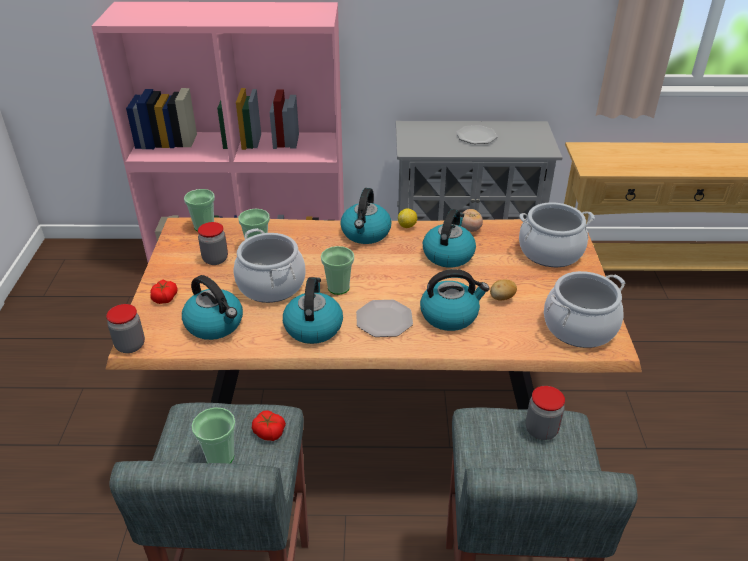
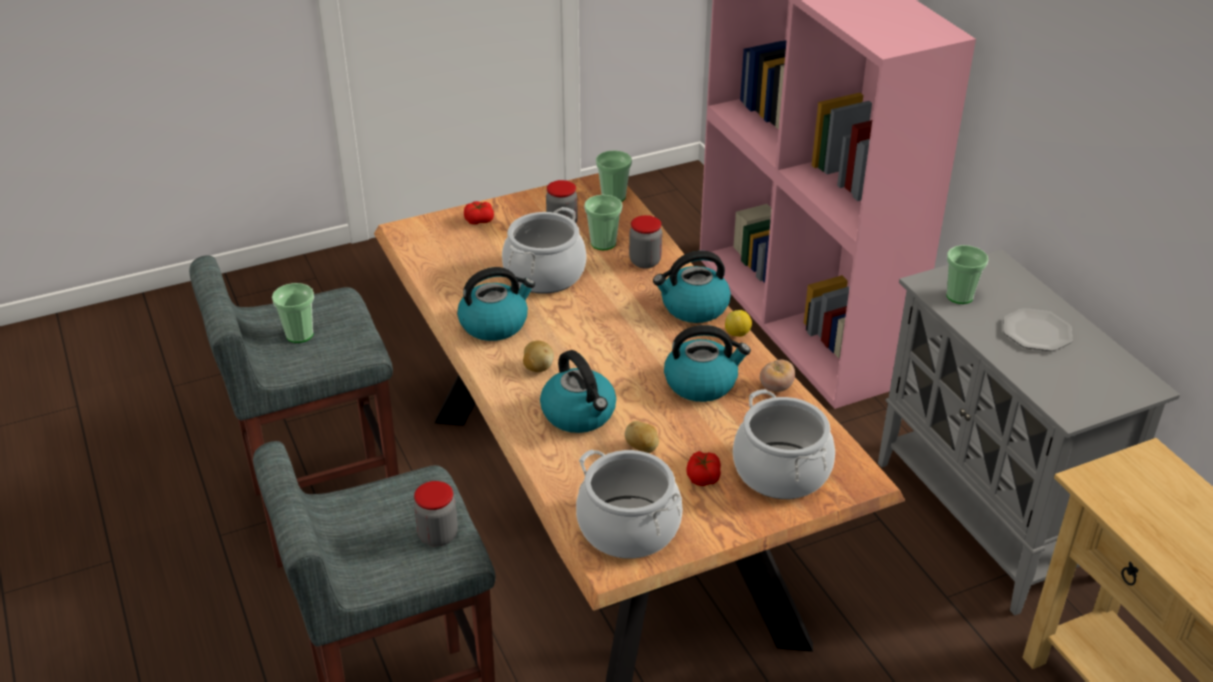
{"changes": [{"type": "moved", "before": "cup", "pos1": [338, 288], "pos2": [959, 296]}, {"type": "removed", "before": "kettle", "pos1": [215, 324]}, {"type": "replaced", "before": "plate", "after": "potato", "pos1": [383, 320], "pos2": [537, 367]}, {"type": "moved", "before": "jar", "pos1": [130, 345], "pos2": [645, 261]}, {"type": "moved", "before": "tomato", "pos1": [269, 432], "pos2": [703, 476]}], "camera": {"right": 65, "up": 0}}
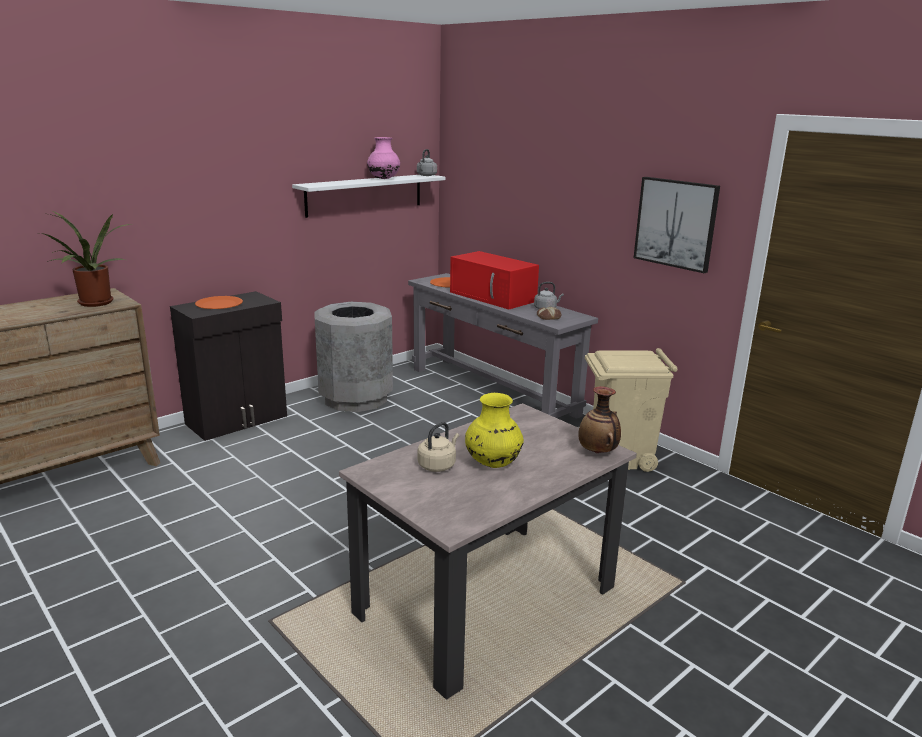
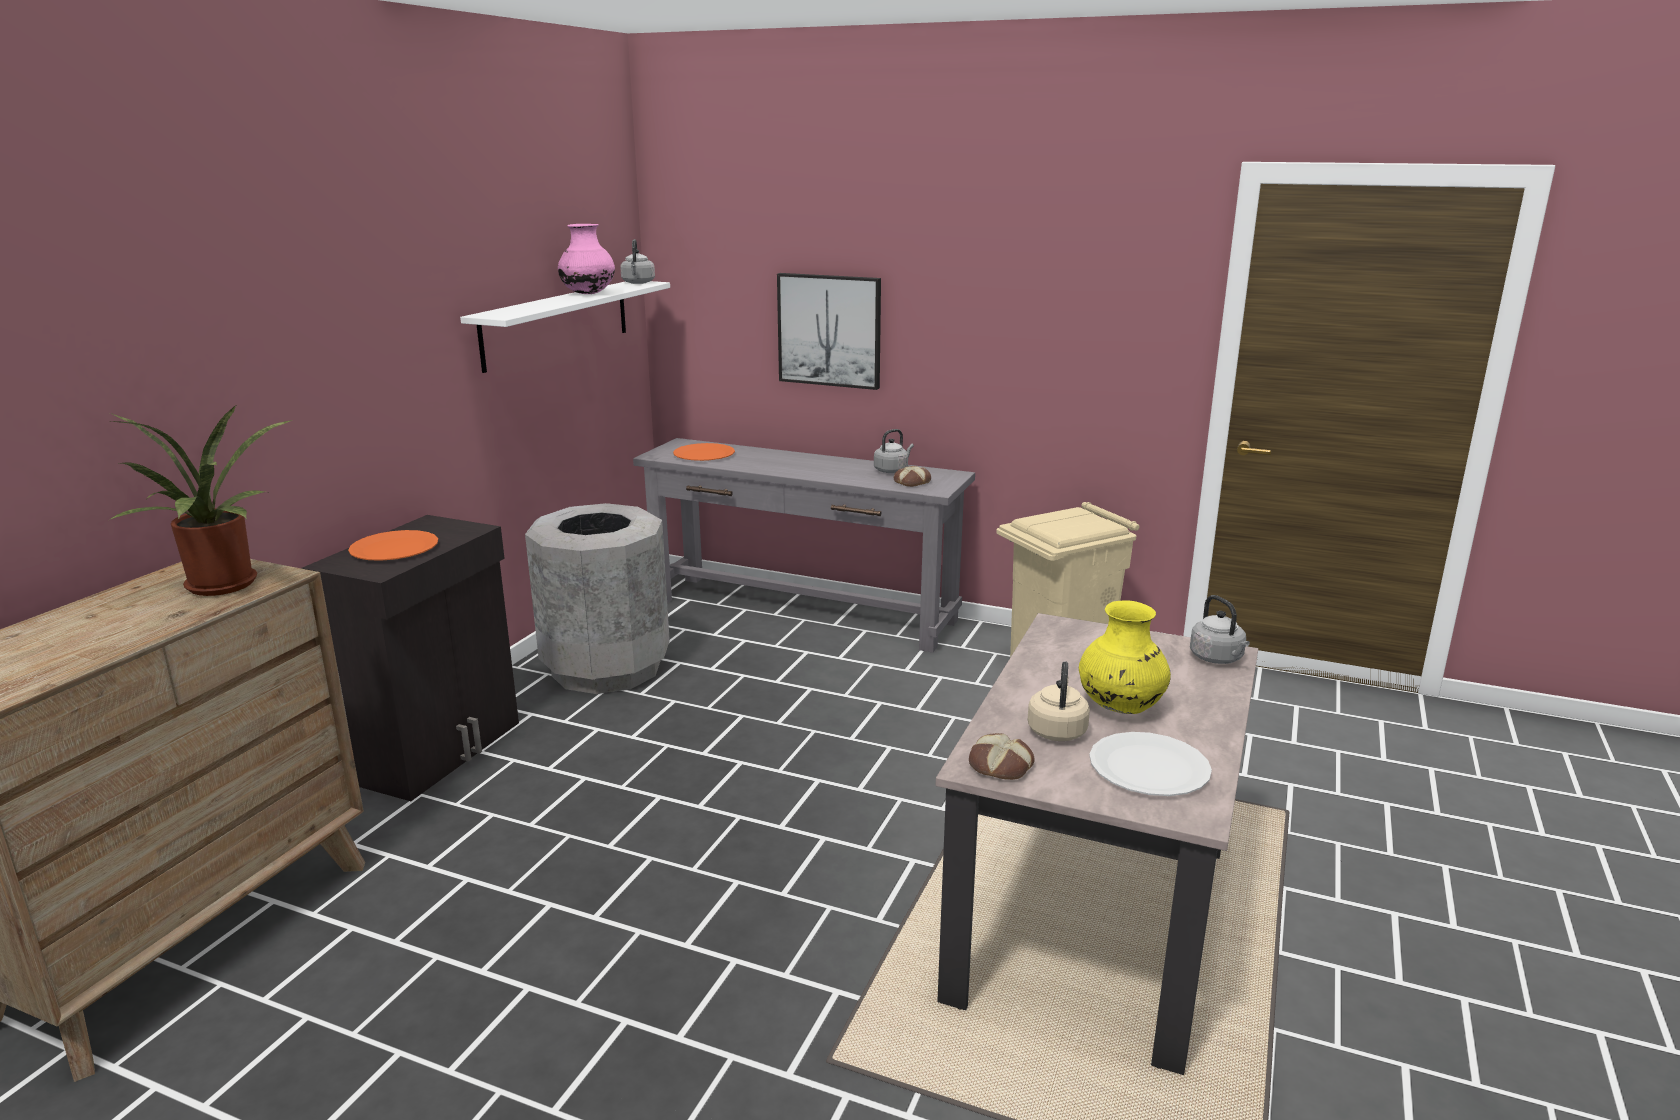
{"changes": [{"type": "moved", "before": "picture", "pos1": [676, 223], "pos2": [830, 330]}, {"type": "removed", "before": "red microwave", "pos1": [493, 297]}, {"type": "replaced", "before": "vase", "after": "grey kettle", "pos1": [598, 452], "pos2": [1218, 659]}, {"type": "added", "after": "white plate", "pos2": [1149, 767]}, {"type": "added", "after": "bread", "pos2": [999, 766]}], "camera": {"right": -25, "up": 0}}
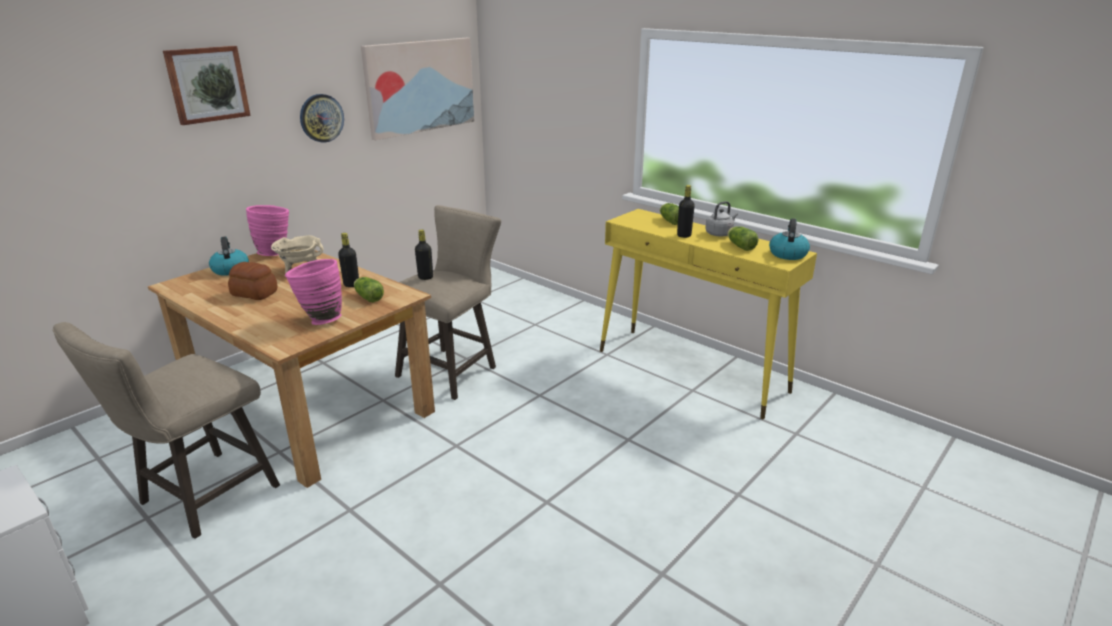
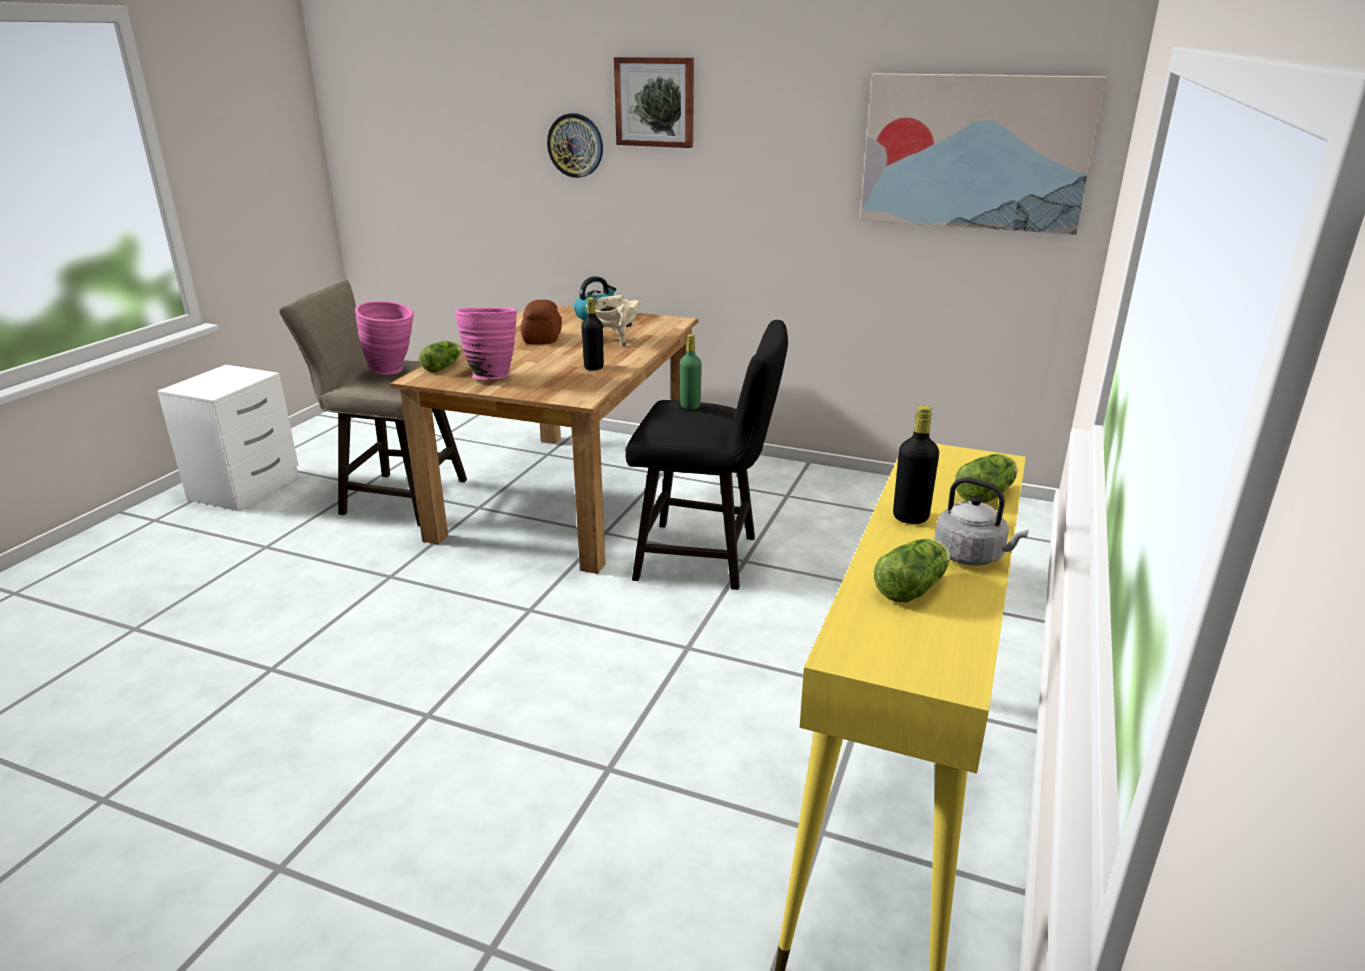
{"changes": [{"type": "moved", "before": "wall clock", "pos1": [321, 118], "pos2": [575, 145]}, {"type": "moved", "before": "pink vase", "pos1": [275, 253], "pos2": [393, 371]}, {"type": "recoloured", "before": "beige stool", "after": "black stool", "pos1": [452, 369], "pos2": [707, 558]}, {"type": "removed", "before": "kettle", "pos1": [787, 254]}, {"type": "recoloured", "before": "black bottle", "after": "green bottle", "pos1": [425, 277], "pos2": [690, 406]}, {"type": "moved", "before": "lettuce", "pos1": [368, 297], "pos2": [444, 367]}], "camera": {"right": 70, "up": 0}}
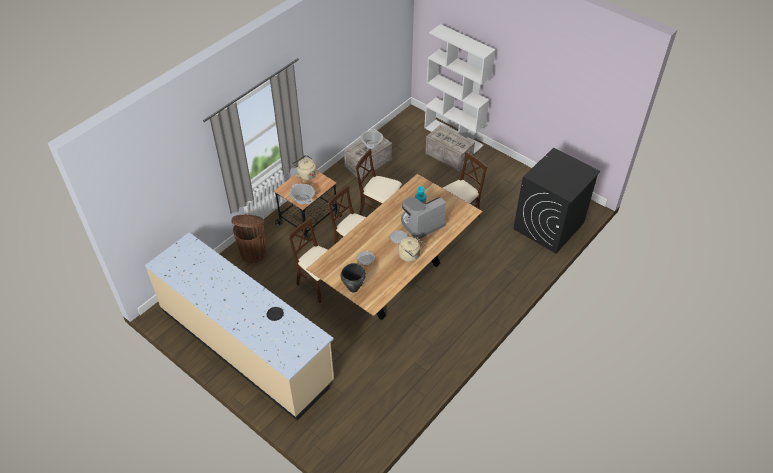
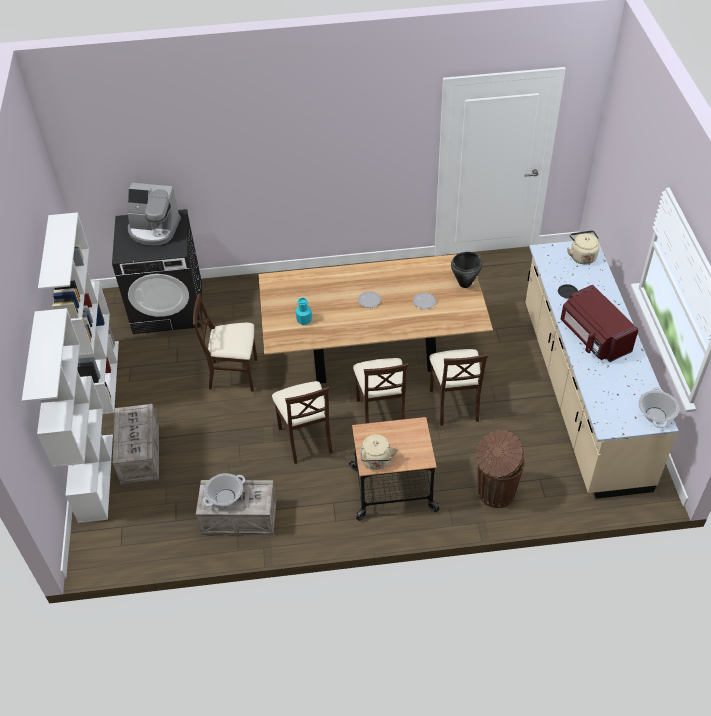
{"changes": [{"type": "moved", "before": "cooking pot", "pos1": [303, 199], "pos2": [655, 415]}, {"type": "moved", "before": "coffee machine", "pos1": [421, 223], "pos2": [154, 229]}, {"type": "moved", "before": "beige kettle", "pos1": [410, 256], "pos2": [582, 256]}, {"type": "added", "after": "white bookcase", "pos2": [102, 377]}, {"type": "added", "after": "red microwave", "pos2": [593, 337]}], "camera": {"right": -135, "up": 0}}
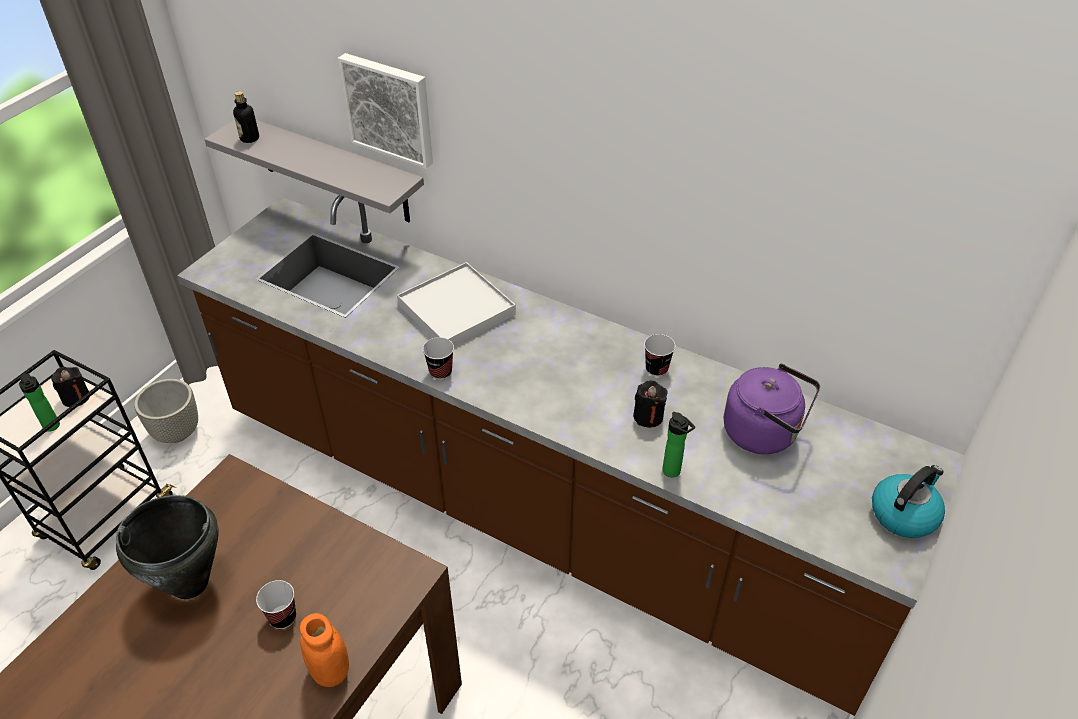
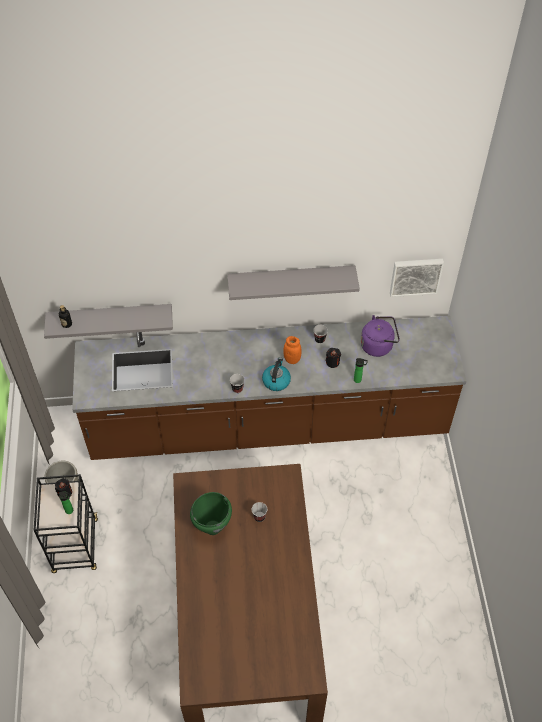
{"changes": [{"type": "moved", "before": "picture", "pos1": [389, 109], "pos2": [415, 276]}, {"type": "removed", "before": "white tray", "pos1": [456, 309]}, {"type": "moved", "before": "kettle", "pos1": [904, 513], "pos2": [276, 381]}, {"type": "recoloured", "before": "black cooking pot", "after": "green cooking pot", "pos1": [190, 584], "pos2": [213, 528]}, {"type": "moved", "before": "orange jar", "pos1": [330, 671], "pos2": [292, 359]}, {"type": "added", "after": "grey shelf", "pos2": [291, 280]}], "camera": {"right": -35, "up": 10}}
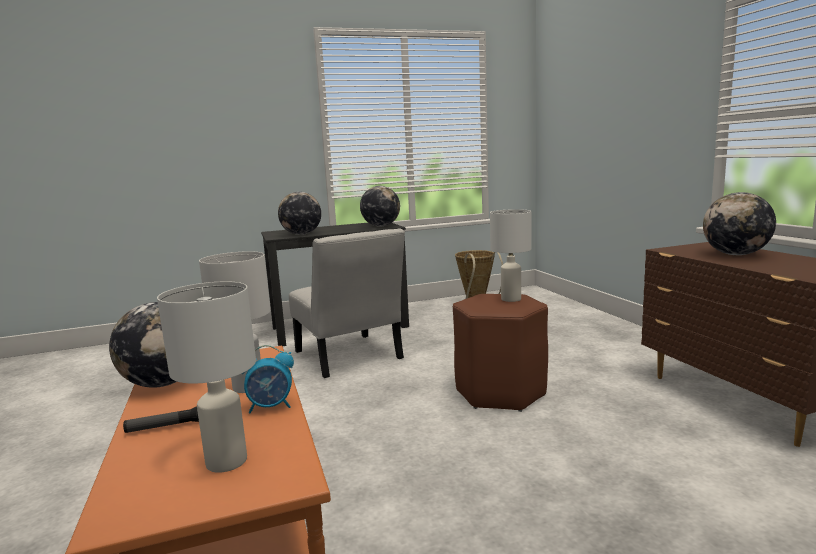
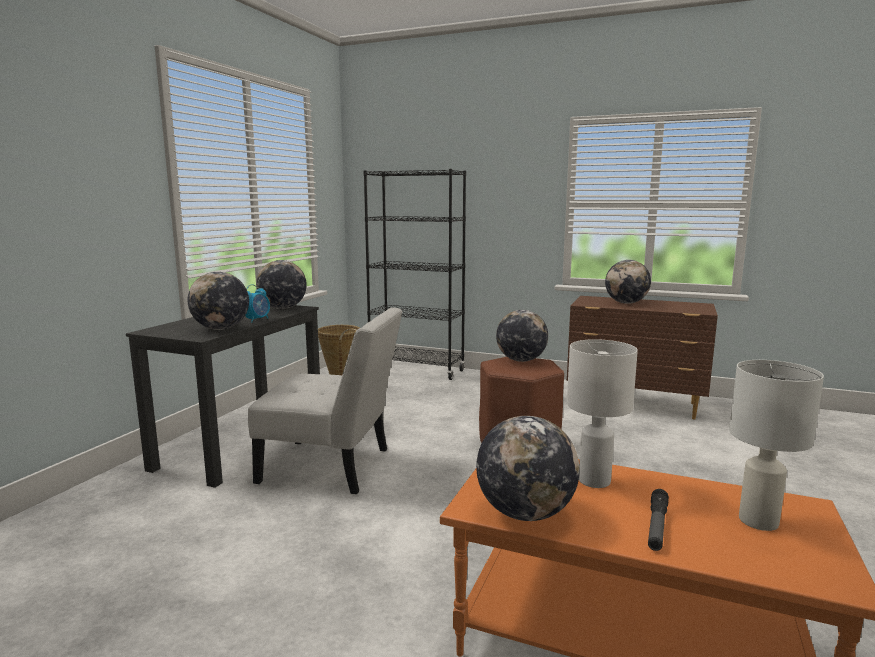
{"changes": [{"type": "replaced", "before": "white table lamp", "after": "globe", "pos1": [511, 299], "pos2": [521, 360]}, {"type": "moved", "before": "alarm clock", "pos1": [271, 407], "pos2": [257, 320]}, {"type": "added", "after": "black bookcase", "pos2": [416, 370]}], "camera": {"right": -50, "up": 0}}
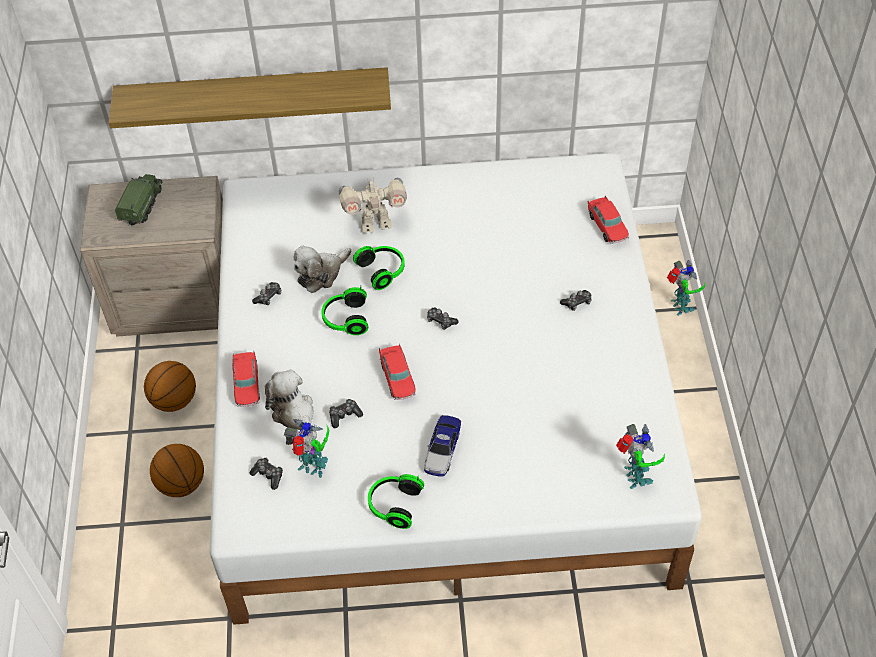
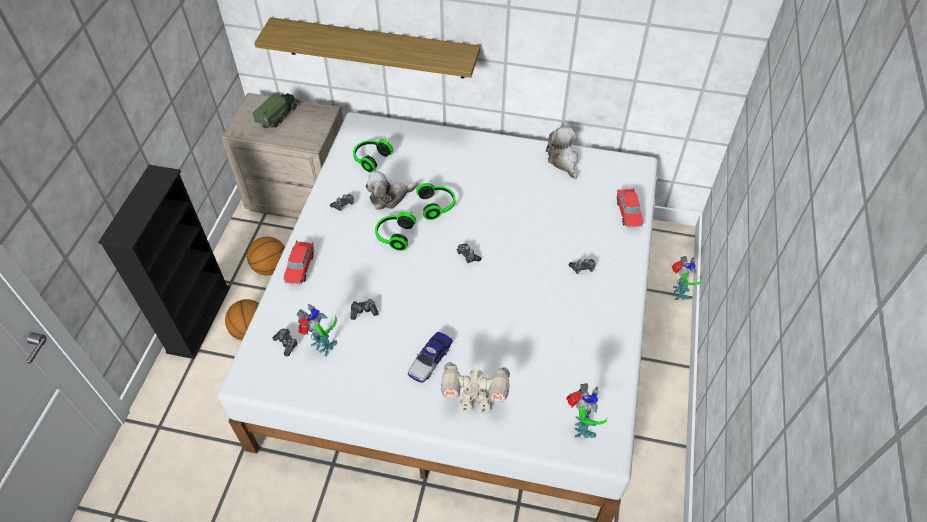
{"changes": [{"type": "moved", "before": "toy robot", "pos1": [375, 223], "pos2": [474, 402]}, {"type": "removed", "before": "toy car", "pos1": [397, 378]}, {"type": "moved", "before": "plush toy", "pos1": [294, 413], "pos2": [563, 161]}, {"type": "moved", "before": "headphones", "pos1": [393, 505], "pos2": [371, 159]}, {"type": "added", "after": "black bookcase", "pos2": [198, 319]}], "camera": {"right": 15, "up": 0}}
